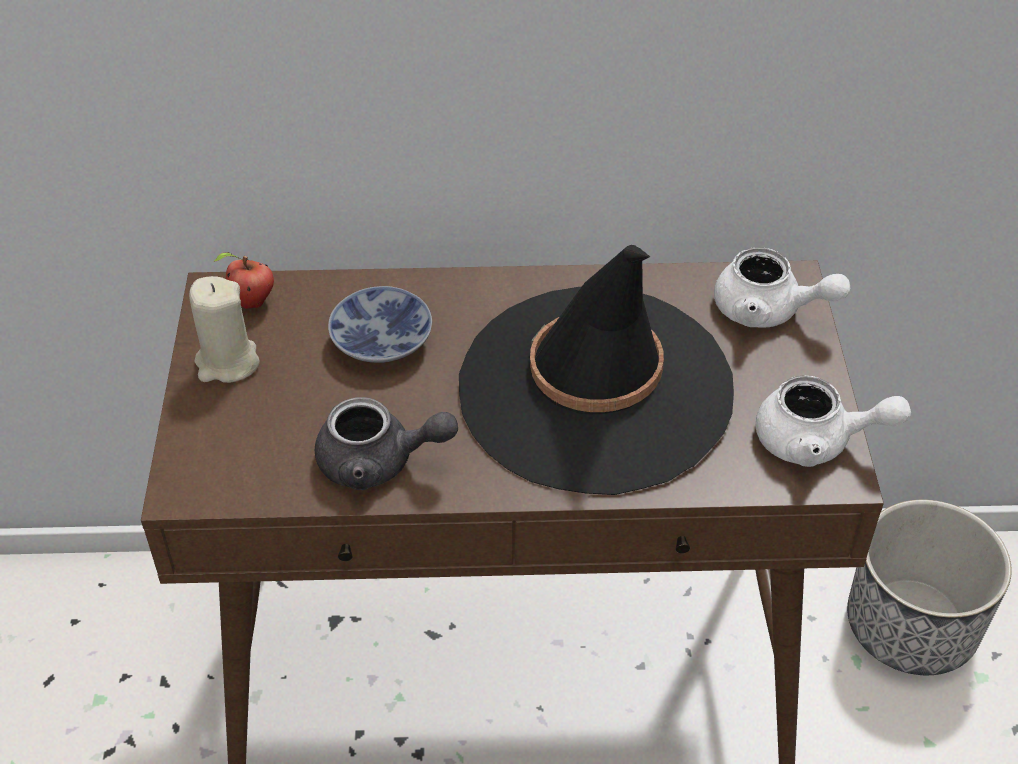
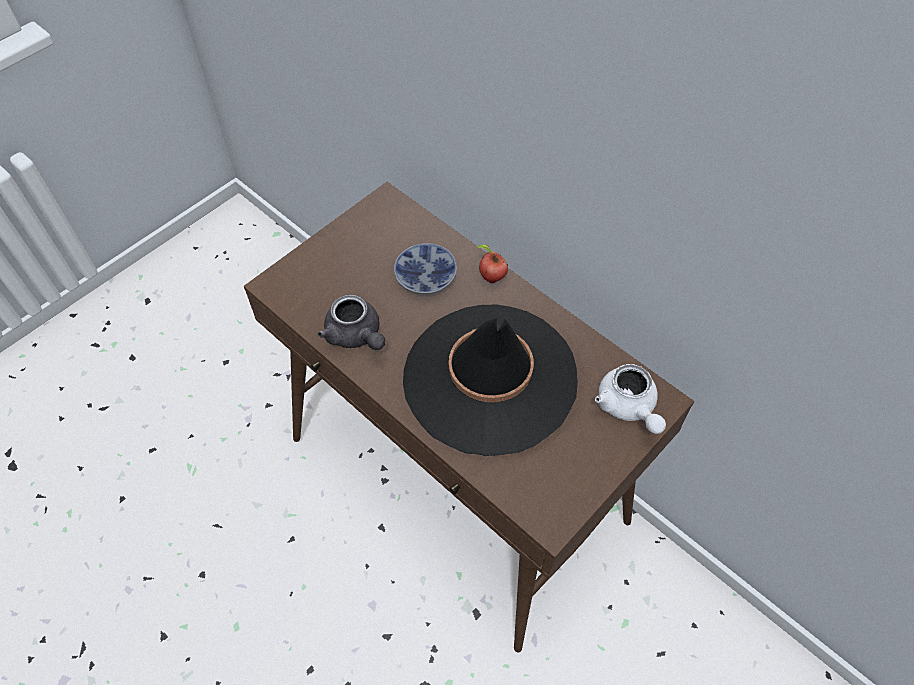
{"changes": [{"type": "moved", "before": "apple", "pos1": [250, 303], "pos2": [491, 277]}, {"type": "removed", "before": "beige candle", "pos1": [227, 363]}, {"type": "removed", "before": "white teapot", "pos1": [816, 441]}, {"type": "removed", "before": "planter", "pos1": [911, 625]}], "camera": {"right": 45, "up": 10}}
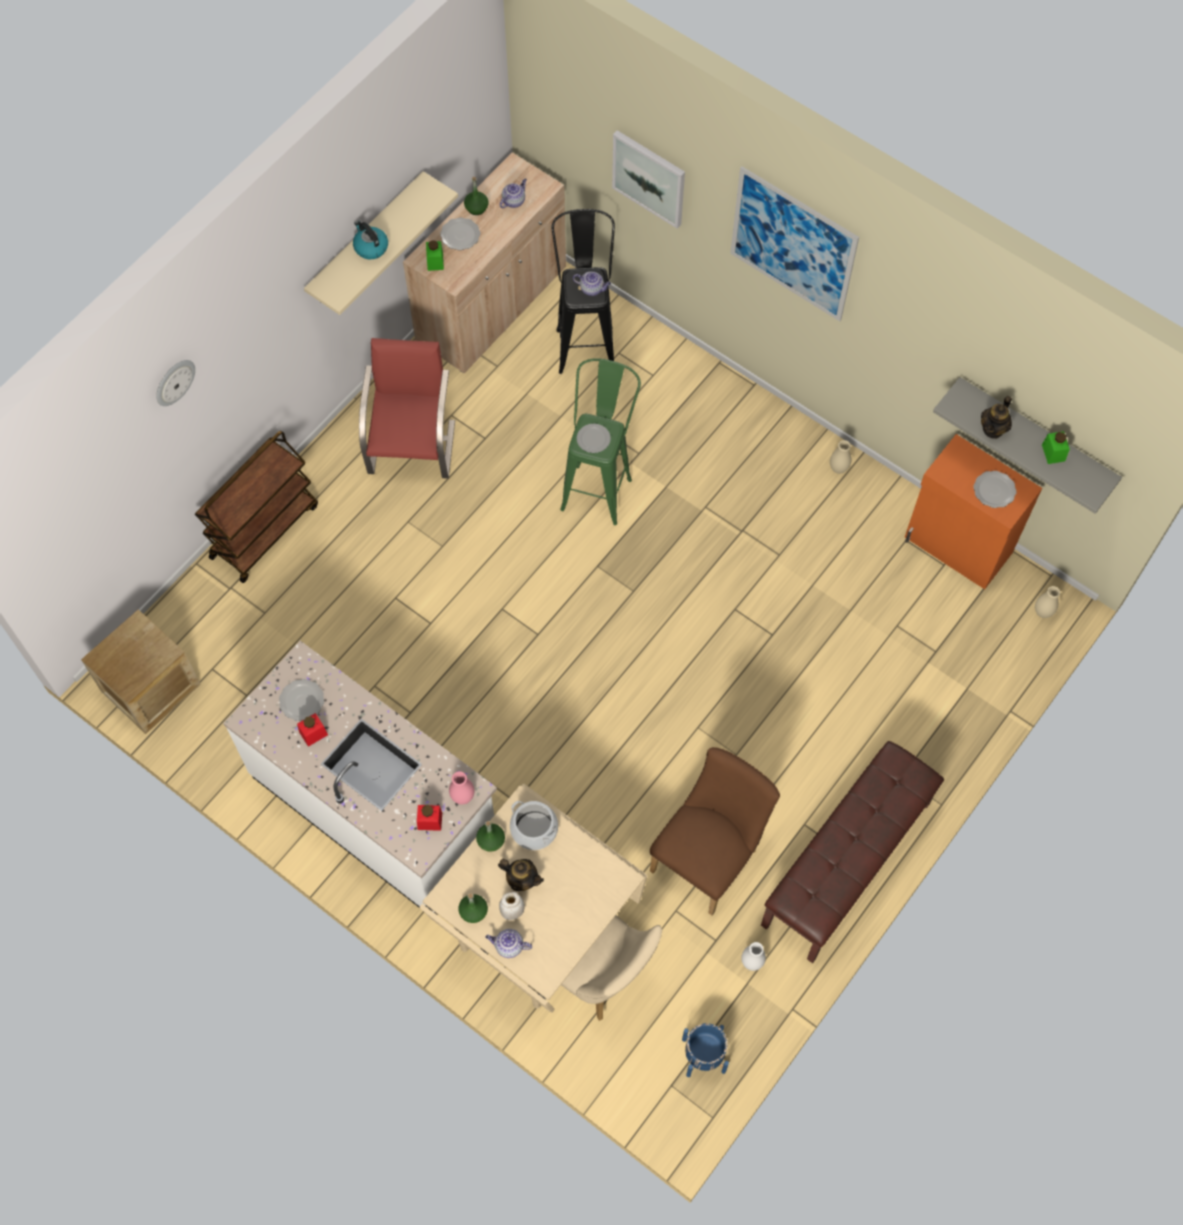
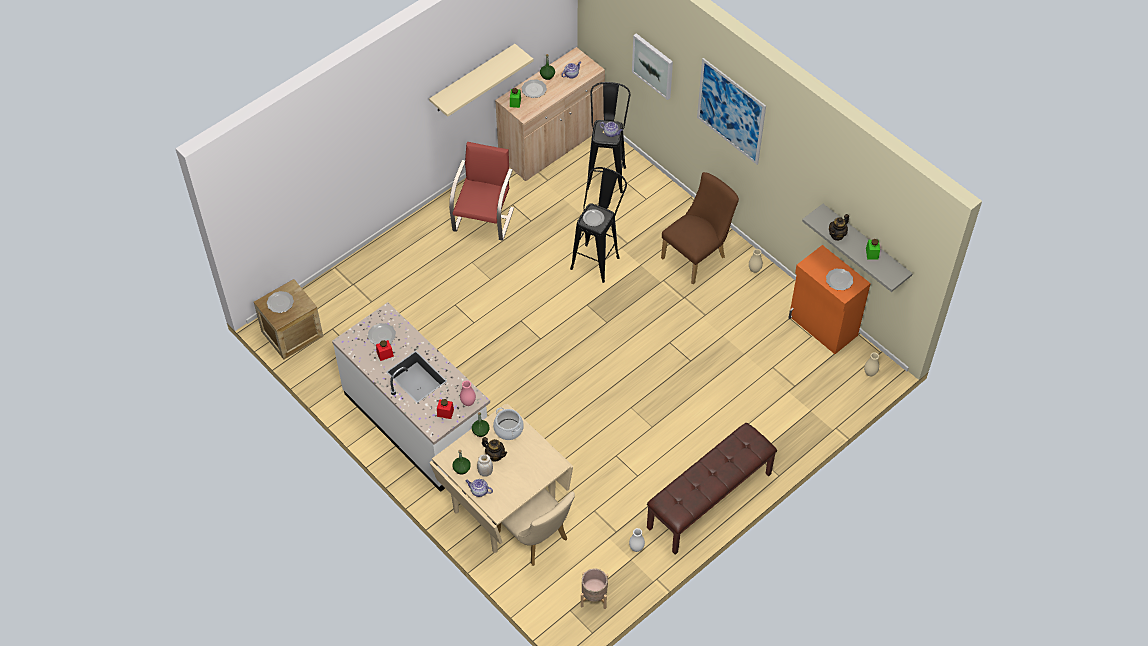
{"changes": [{"type": "removed", "before": "kettle", "pos1": [370, 247]}, {"type": "recoloured", "before": "green stool", "after": "black stool", "pos1": [599, 485], "pos2": [598, 258]}, {"type": "removed", "before": "wall clock", "pos1": [174, 382]}, {"type": "removed", "before": "brown cart", "pos1": [264, 530]}, {"type": "moved", "before": "brown chair", "pos1": [709, 855], "pos2": [697, 256]}, {"type": "recoloured", "before": "blue planter", "after": "beige planter", "pos1": [704, 1055], "pos2": [594, 596]}, {"type": "added", "after": "plate", "pos2": [280, 303]}], "camera": {"right": 10, "up": -10}}
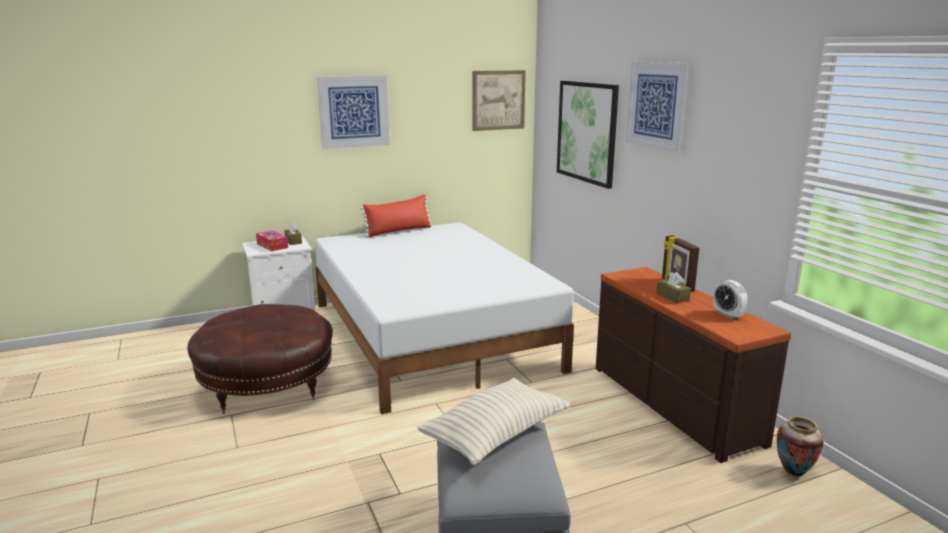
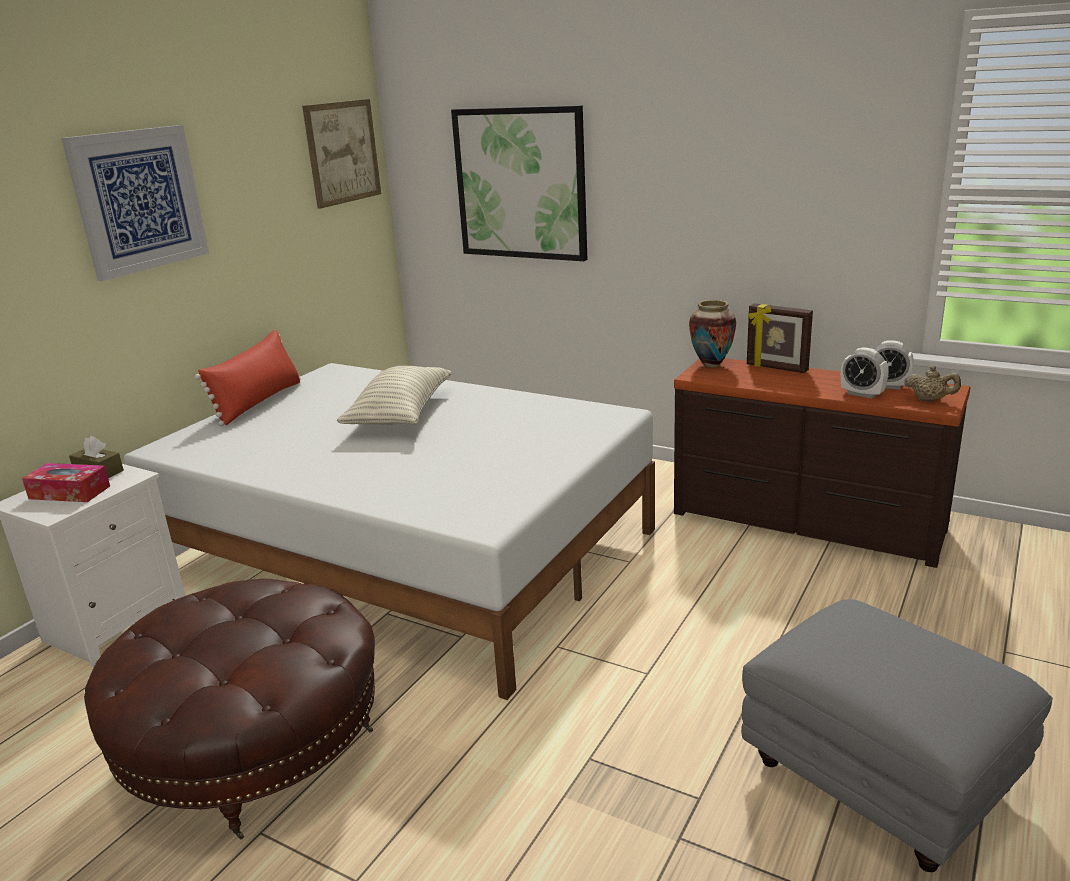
{"changes": [{"type": "removed", "before": "picture", "pos1": [657, 105]}, {"type": "removed", "before": "brown tissue box", "pos1": [672, 297]}, {"type": "moved", "before": "pillow", "pos1": [496, 435], "pos2": [400, 414]}, {"type": "moved", "before": "vase", "pos1": [793, 473], "pos2": [711, 365]}, {"type": "added", "after": "alarm clock", "pos2": [862, 394]}, {"type": "added", "after": "beige teapot", "pos2": [929, 400]}], "camera": {"right": -35, "up": 5}}
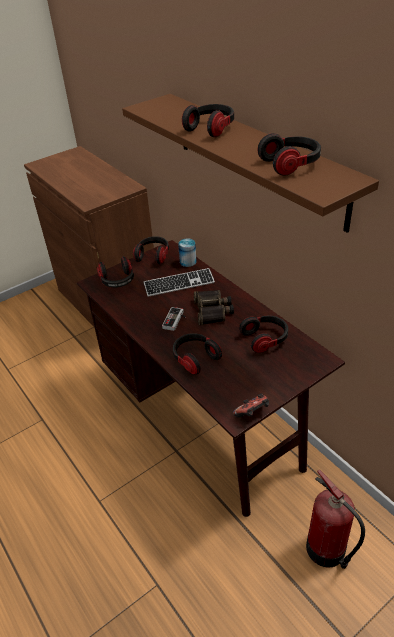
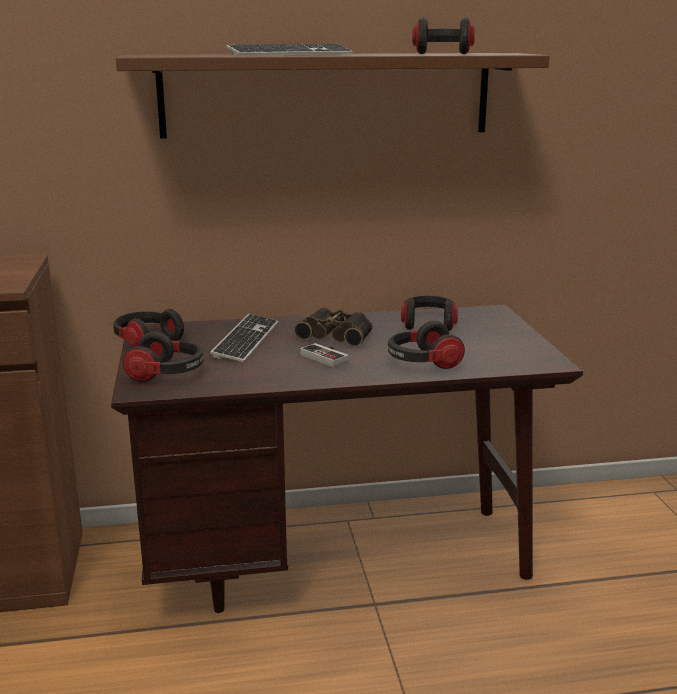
{"changes": [{"type": "replaced", "before": "headphones", "after": "keyboard", "pos1": [211, 129], "pos2": [290, 54]}, {"type": "removed", "before": "can", "pos1": [188, 262]}, {"type": "removed", "before": "game controller", "pos1": [252, 413]}, {"type": "removed", "before": "fire extinguisher", "pos1": [327, 550]}], "camera": {"right": -65, "up": -20}}
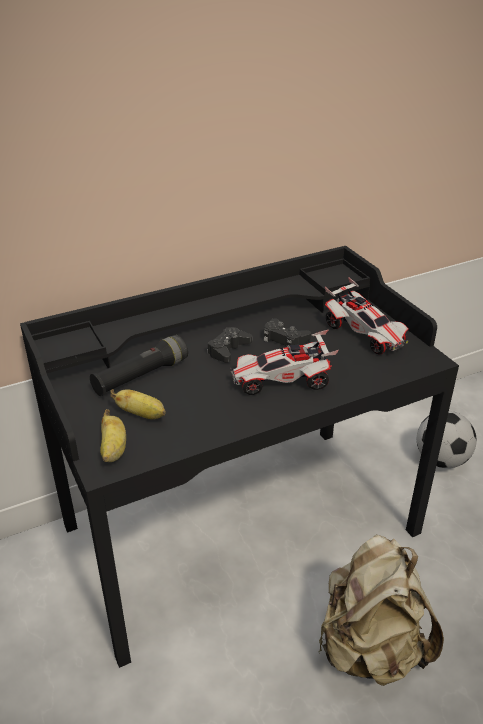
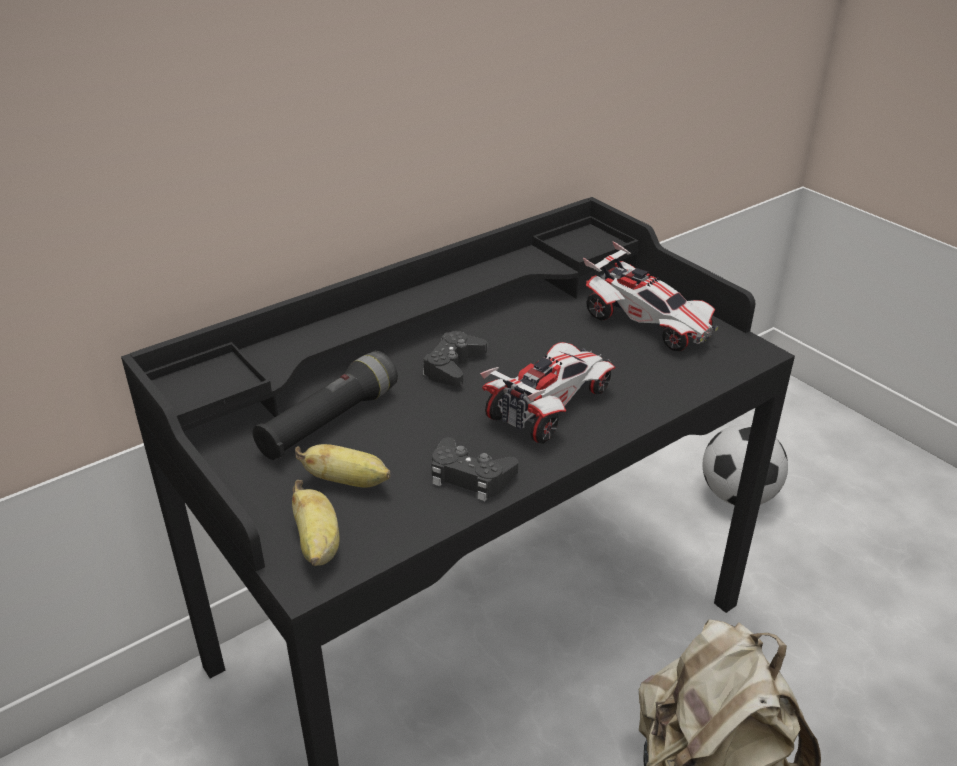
{"changes": [{"type": "moved", "before": "black game controller", "pos1": [284, 339], "pos2": [470, 476]}, {"type": "turned", "before": "toy car", "pos1": [282, 381], "pos2": [549, 406], "turn": 150}], "camera": {"right": -10, "up": 0}}
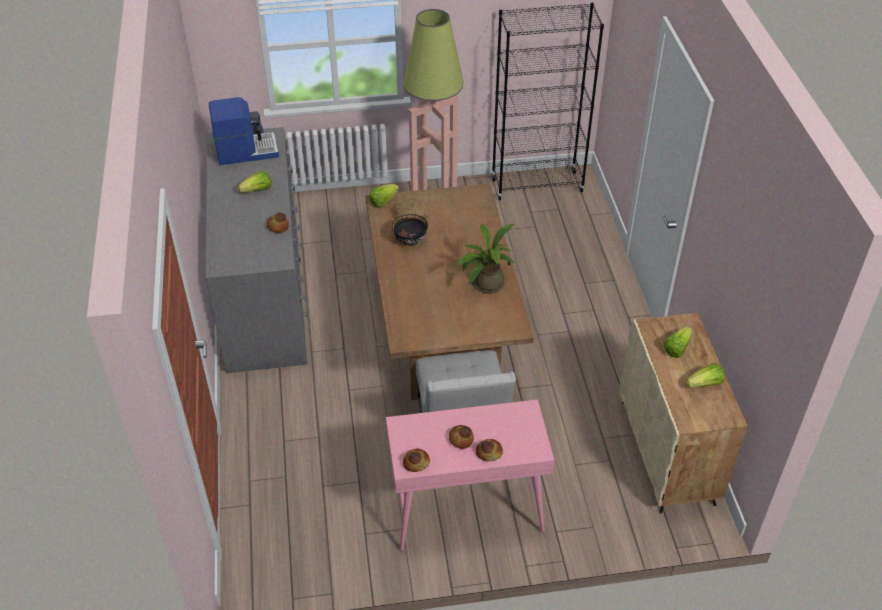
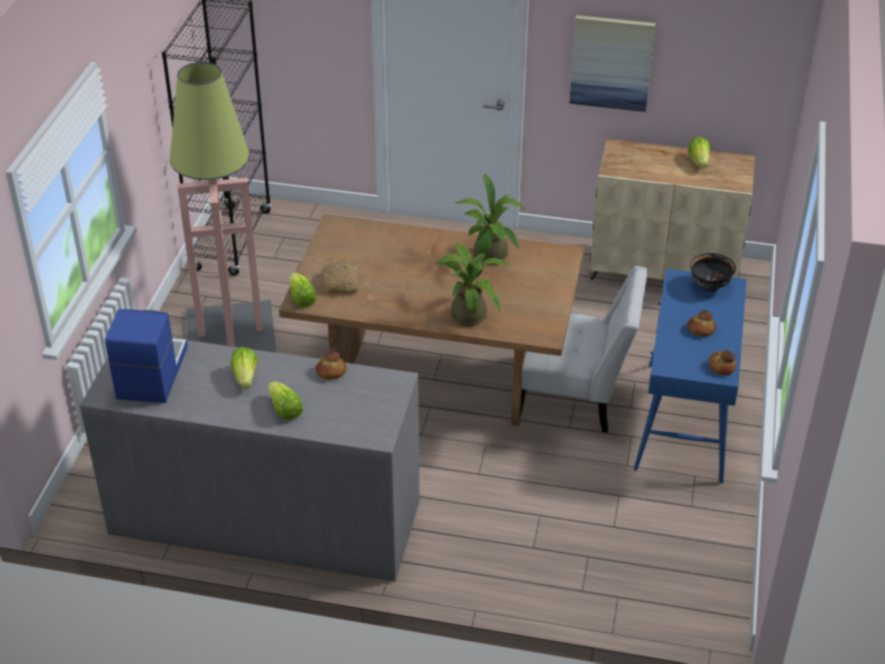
{"changes": [{"type": "moved", "before": "black bowl", "pos1": [410, 241], "pos2": [710, 286]}, {"type": "moved", "before": "lettuce", "pos1": [677, 348], "pos2": [284, 410]}, {"type": "recoloured", "before": "pink console table", "after": "blue console table", "pos1": [465, 509], "pos2": [685, 422]}, {"type": "removed", "before": "bread", "pos1": [489, 453]}, {"type": "added", "after": "picture", "pos2": [611, 62]}, {"type": "added", "after": "potted plant", "pos2": [469, 312]}], "camera": {"right": -70, "up": -5}}
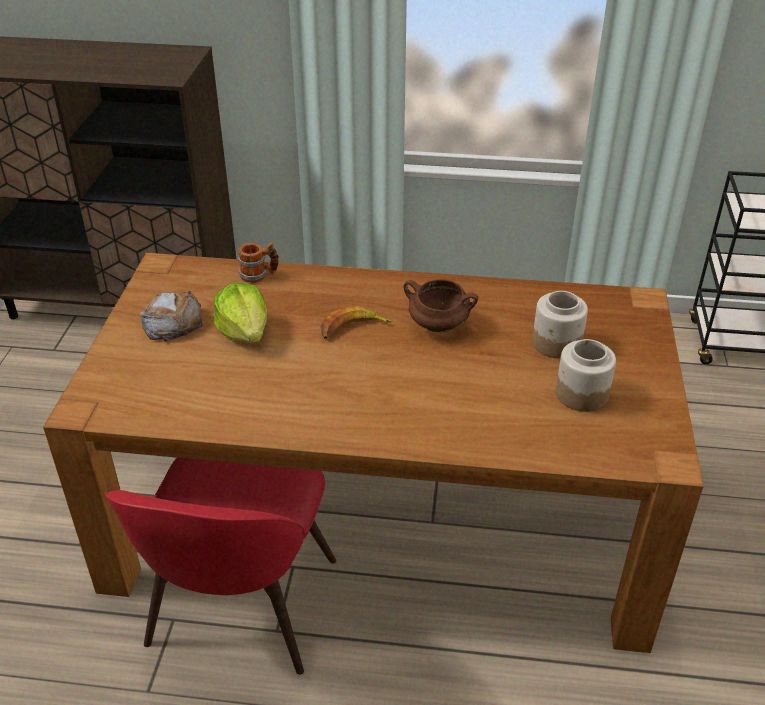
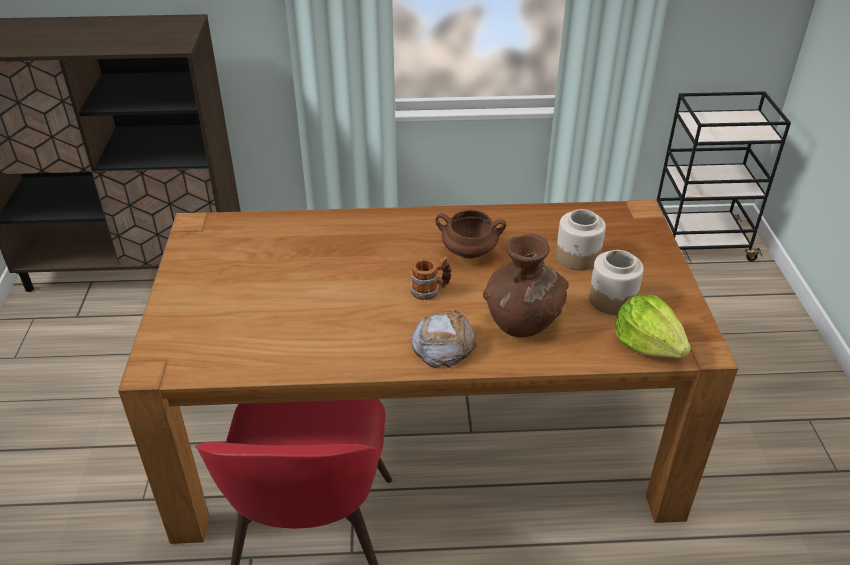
{"changes": [{"type": "moved", "before": "mug", "pos1": [259, 275], "pos2": [430, 290]}, {"type": "moved", "before": "lettuce", "pos1": [245, 331], "pos2": [648, 344]}, {"type": "moved", "before": "bread", "pos1": [173, 322], "pos2": [443, 344]}, {"type": "removed", "before": "banana", "pos1": [352, 328]}, {"type": "added", "after": "brown vase", "pos2": [522, 322]}], "camera": {"right": -10, "up": 0}}
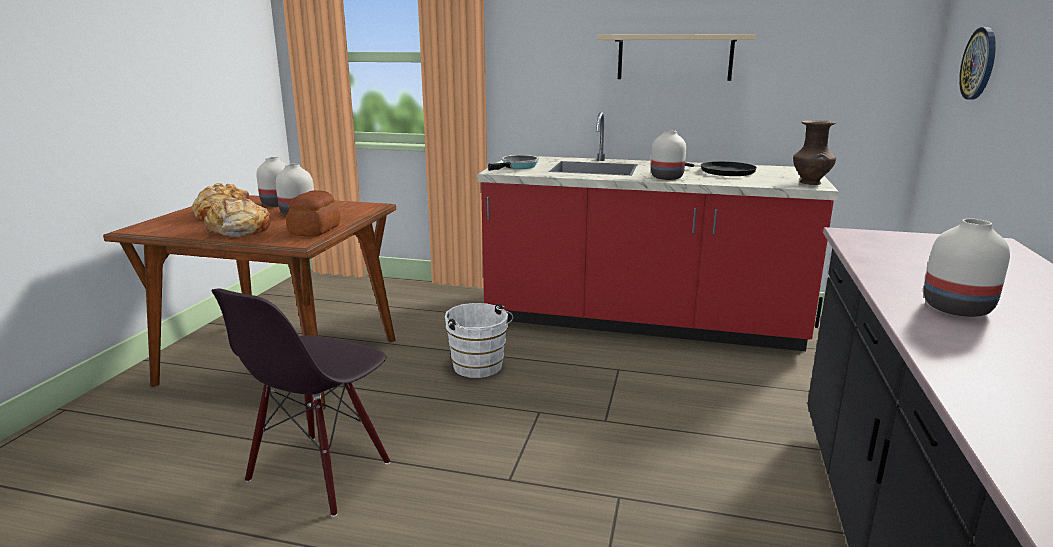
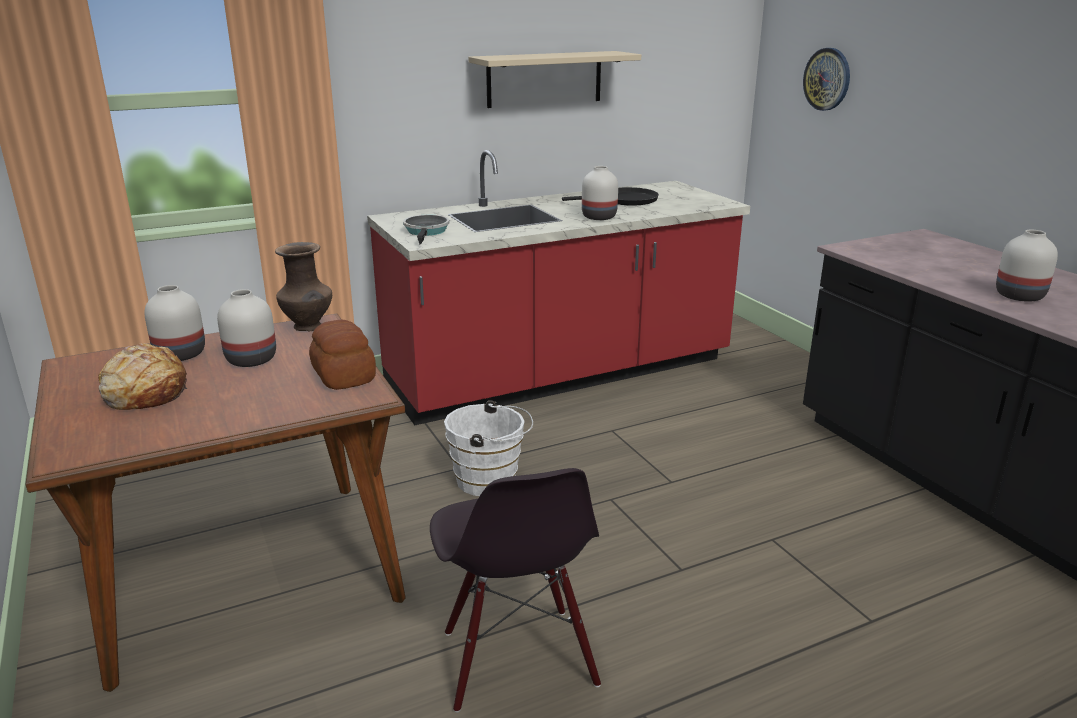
{"changes": [{"type": "moved", "before": "brown vase", "pos1": [811, 183], "pos2": [308, 327]}, {"type": "removed", "before": "bread", "pos1": [238, 230]}], "camera": {"right": -40, "up": 5}}
